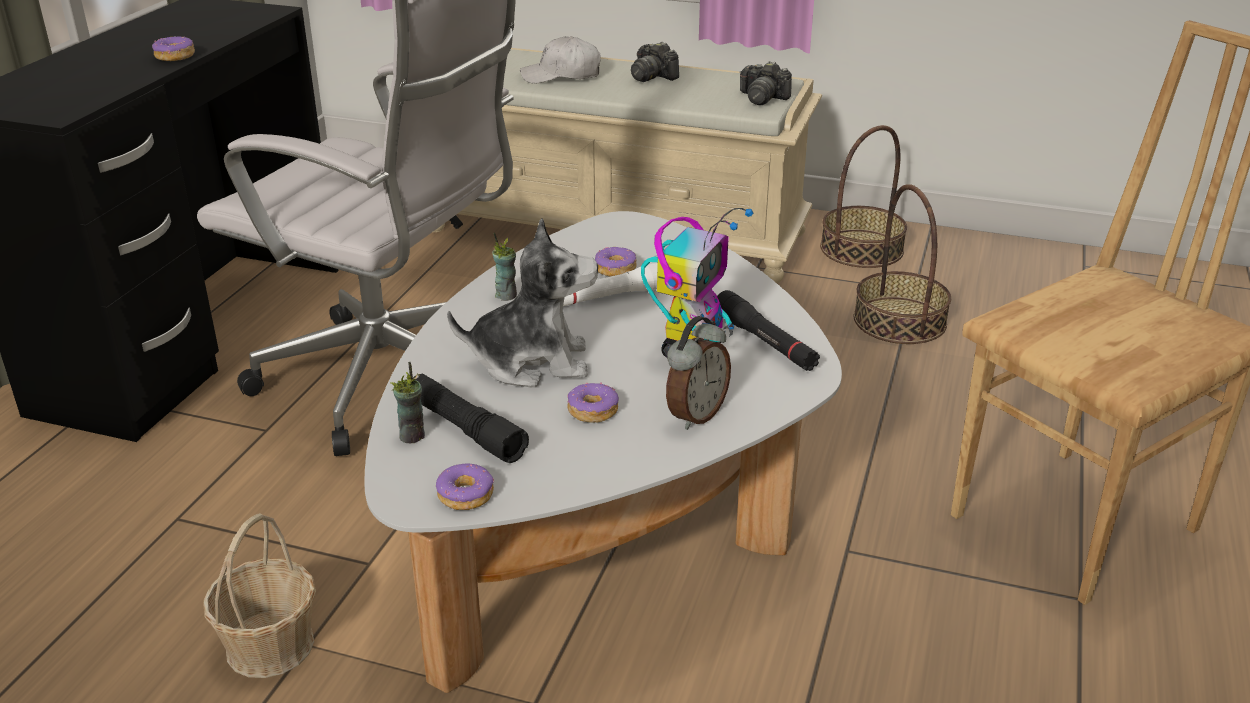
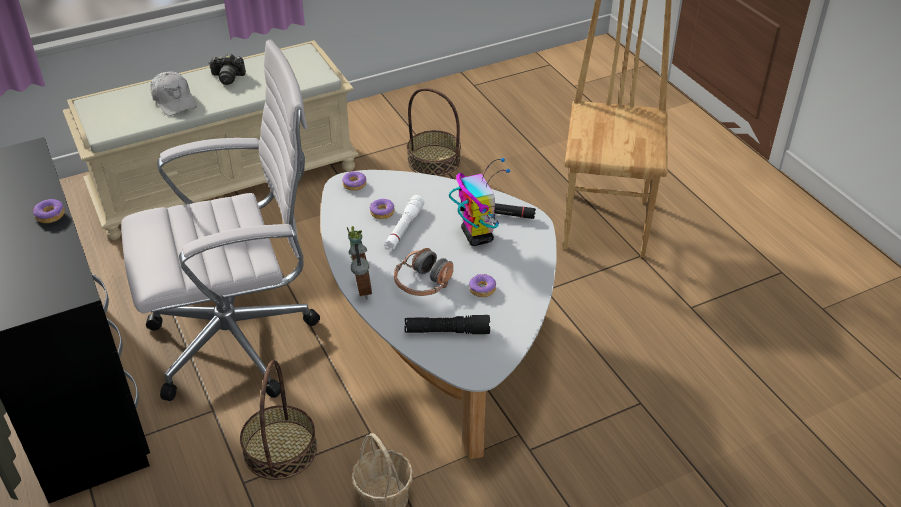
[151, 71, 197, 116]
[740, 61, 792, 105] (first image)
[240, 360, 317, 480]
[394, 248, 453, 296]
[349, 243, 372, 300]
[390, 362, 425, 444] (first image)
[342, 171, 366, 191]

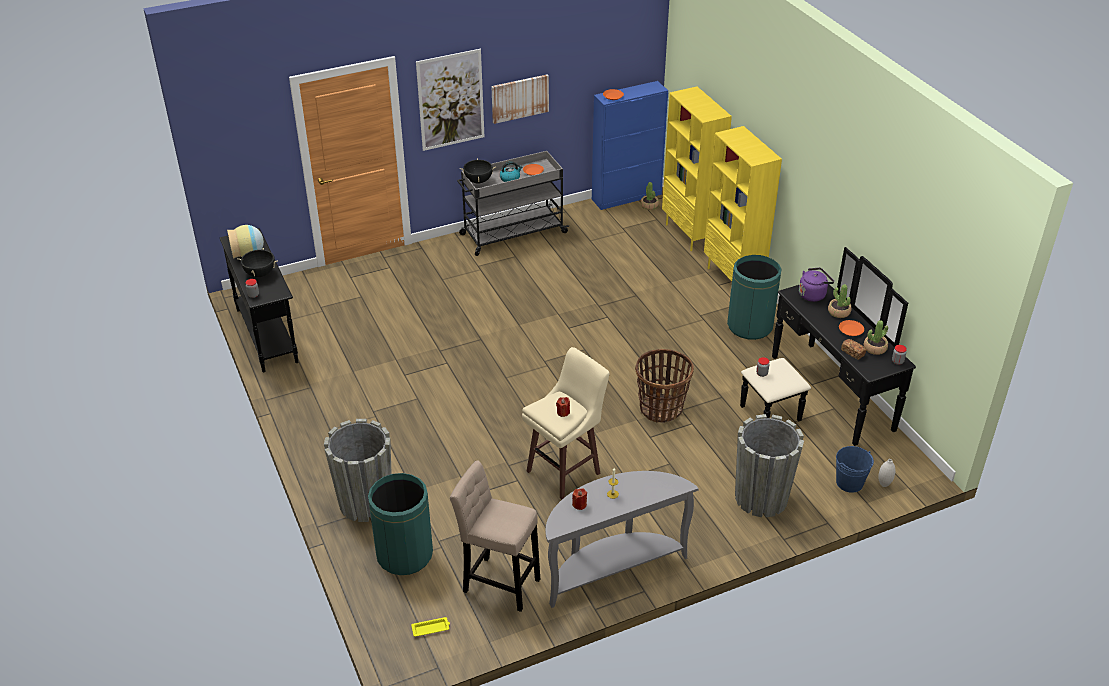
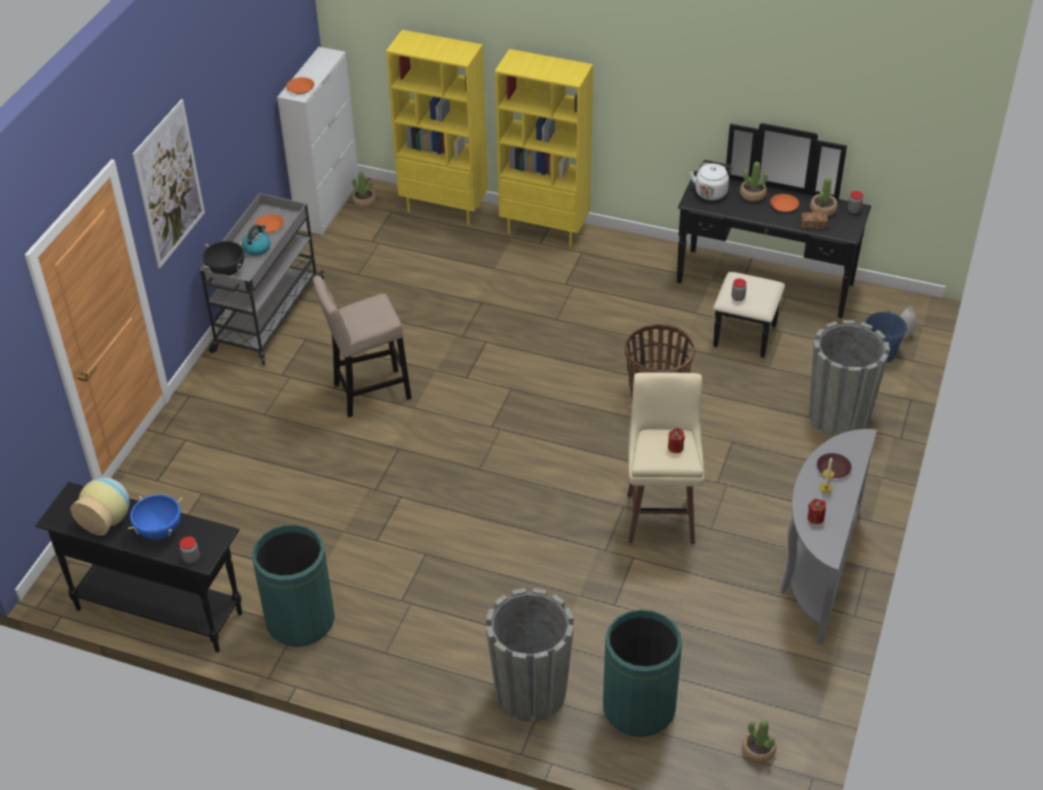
[491, 74, 549, 124] (first image)
[277, 47, 358, 235]
[128, 494, 182, 539]
[252, 525, 335, 647]
[690, 160, 733, 200]
[313, 276, 412, 417]
[742, 720, 776, 763]
[817, 453, 852, 478]

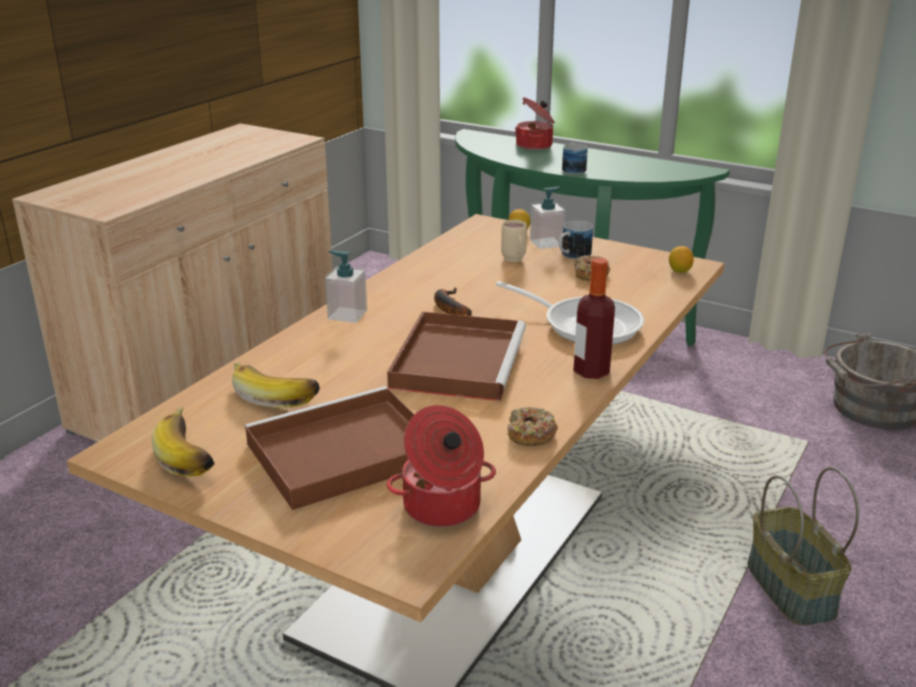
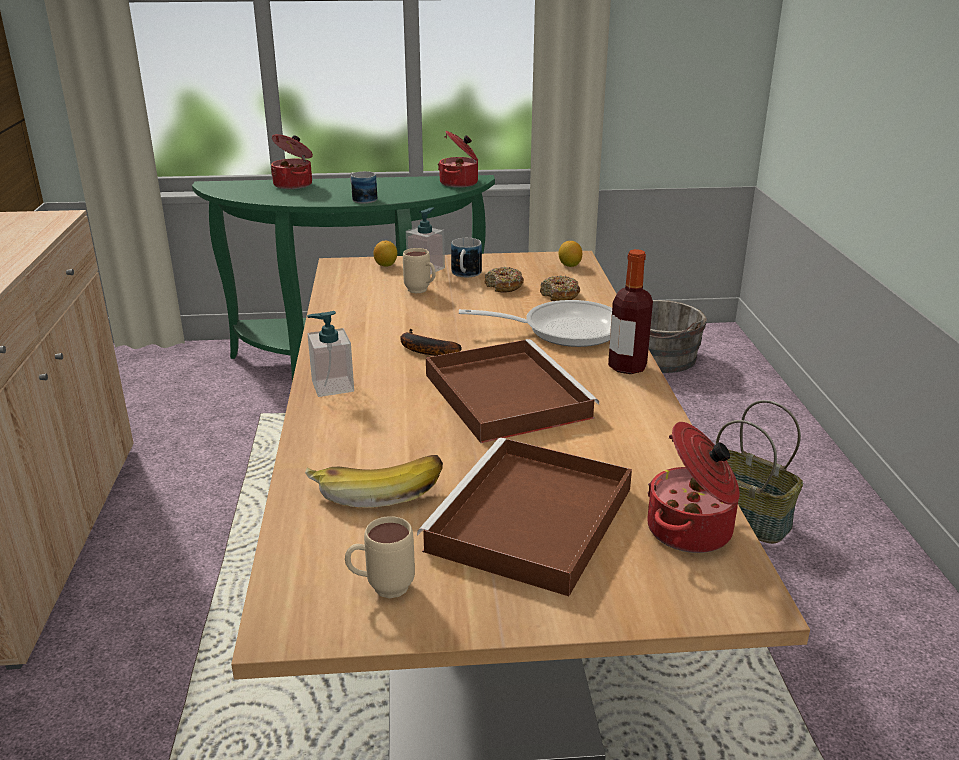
[345, 516, 415, 598]
[540, 275, 580, 301]
[438, 131, 478, 188]

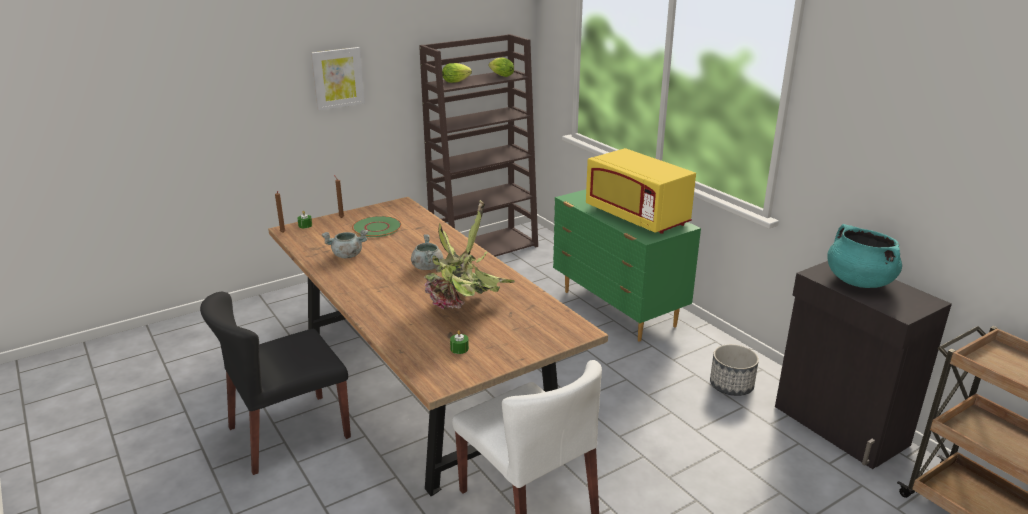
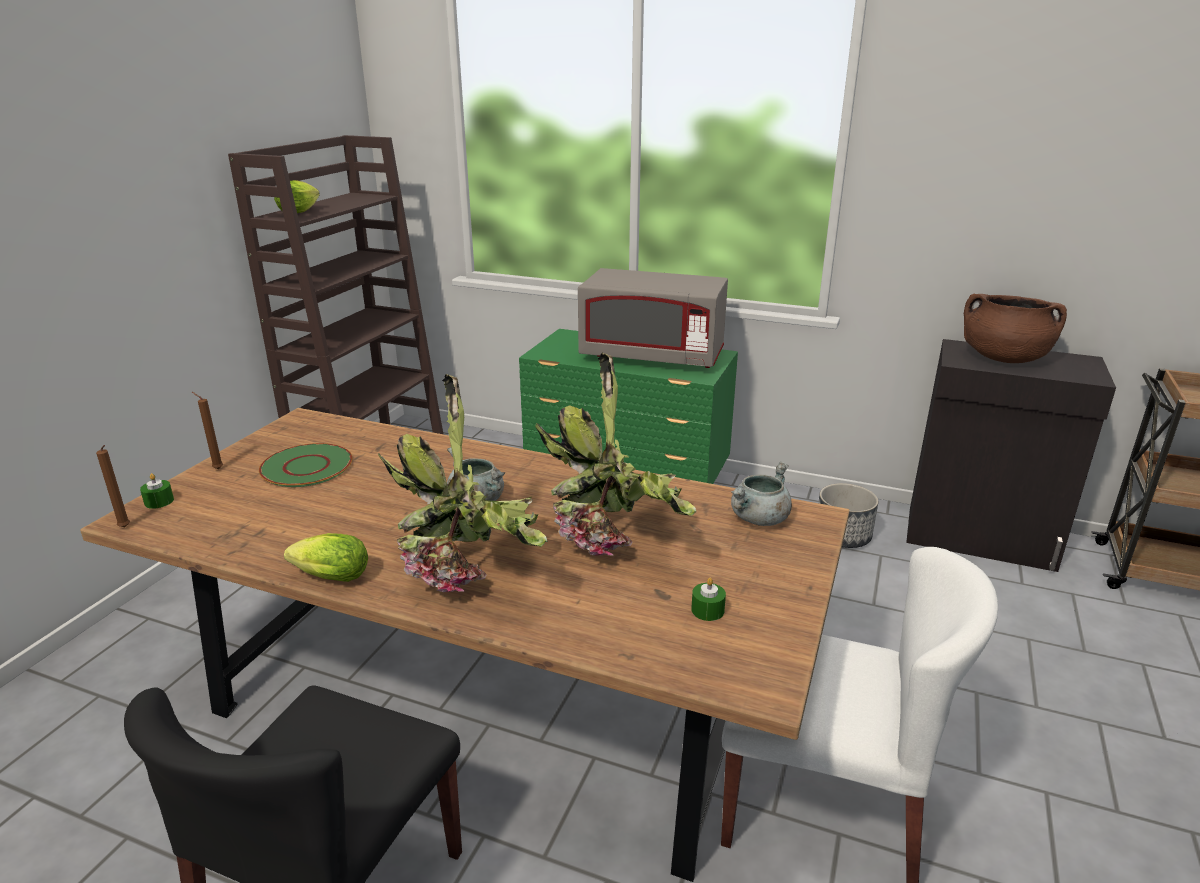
[311, 47, 365, 111] (first image)
[284, 533, 368, 582]
[578, 268, 728, 368]
[964, 294, 1067, 363]
[731, 462, 792, 526]
[378, 374, 548, 592]

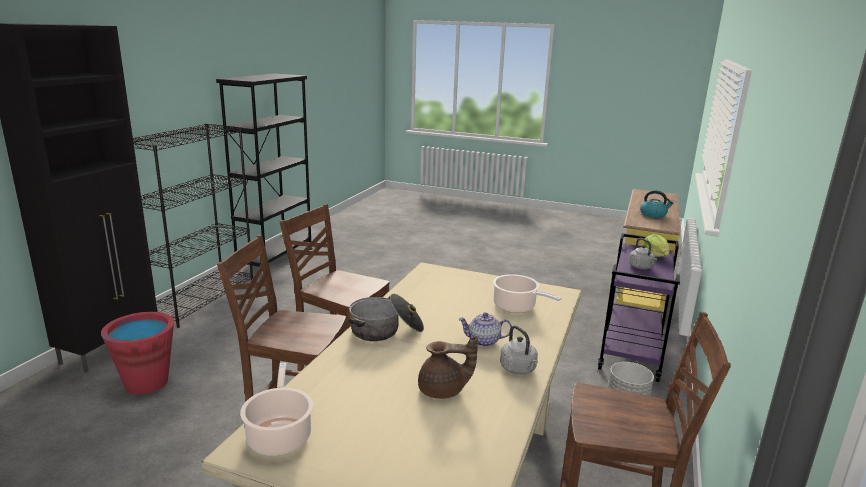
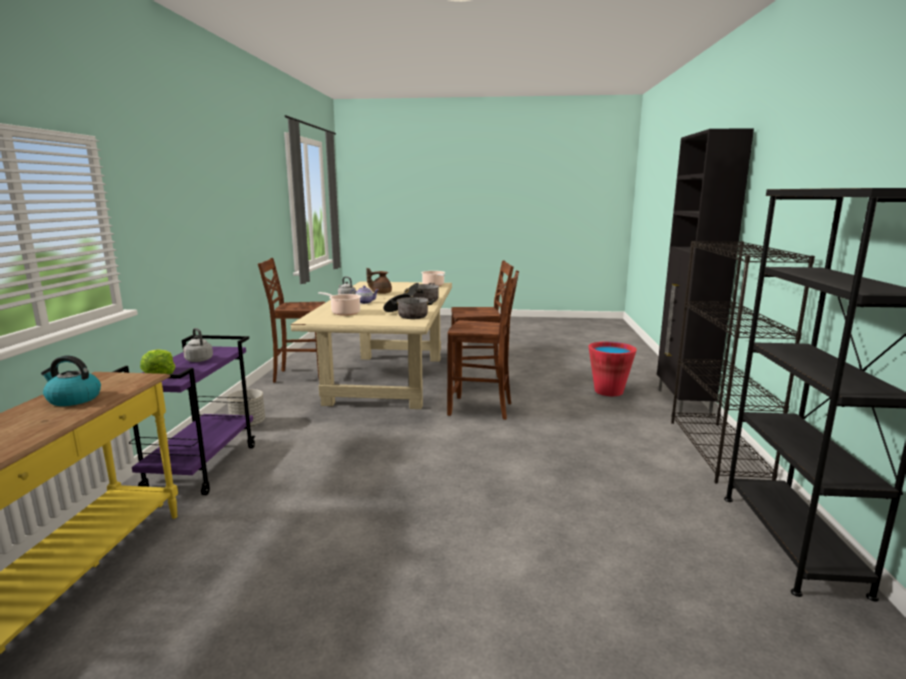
[383, 294, 435, 319]

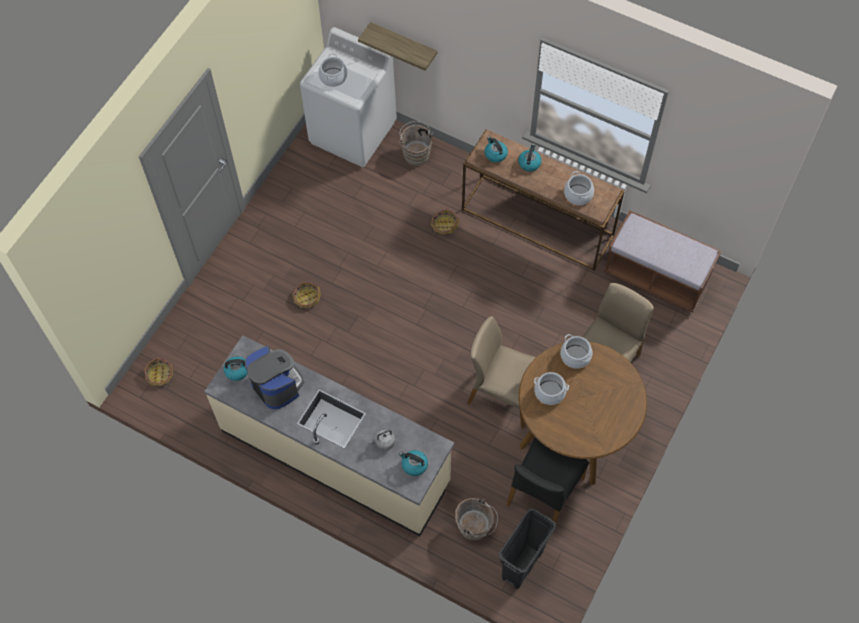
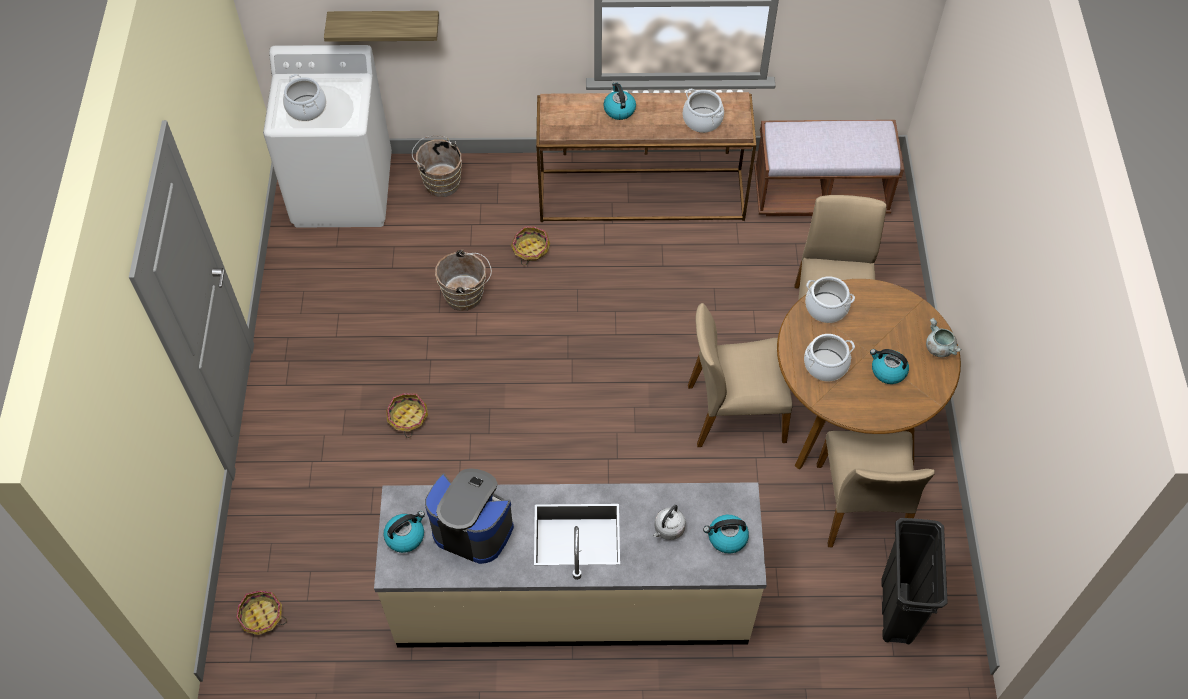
[870, 349, 909, 384]
[817, 431, 935, 547]
[435, 249, 492, 311]
[926, 318, 962, 358]

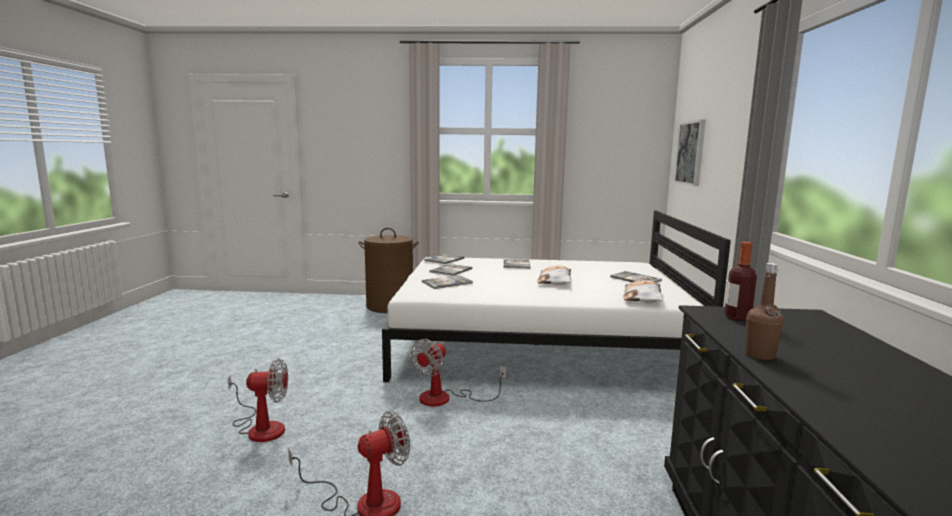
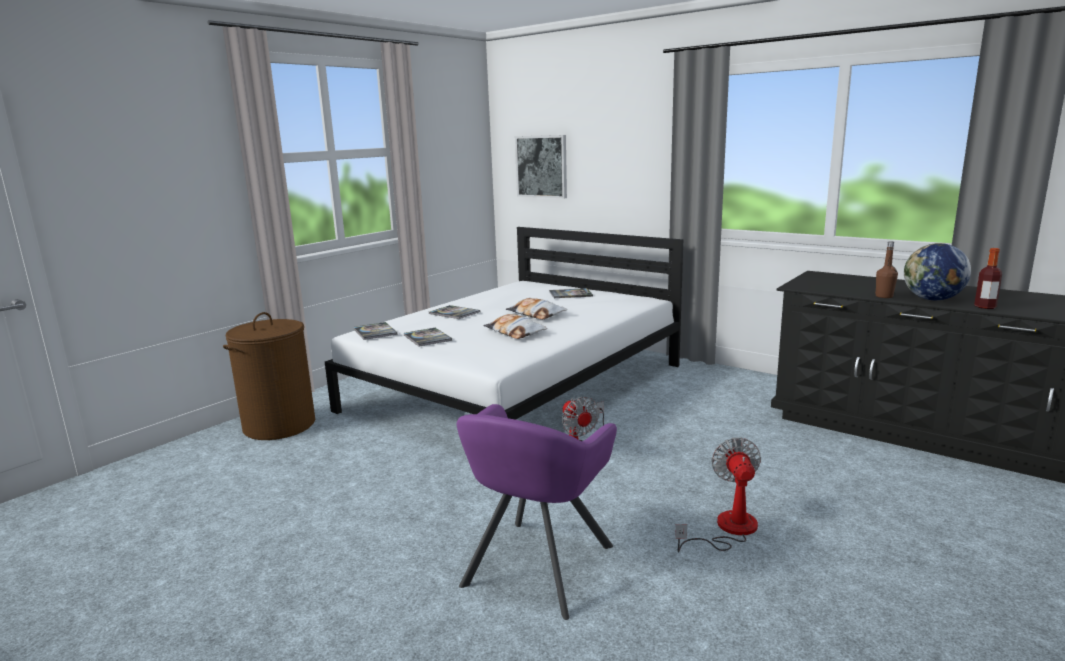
[974, 248, 1002, 309]
[422, 275, 473, 289] (first image)
[483, 314, 547, 339]
[457, 404, 617, 620]
[904, 243, 971, 300]

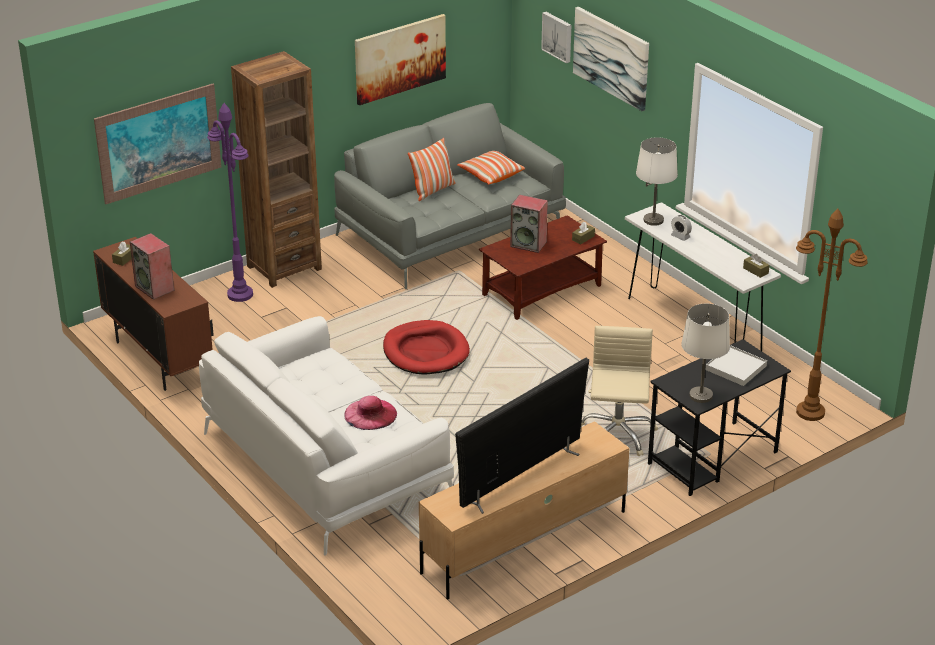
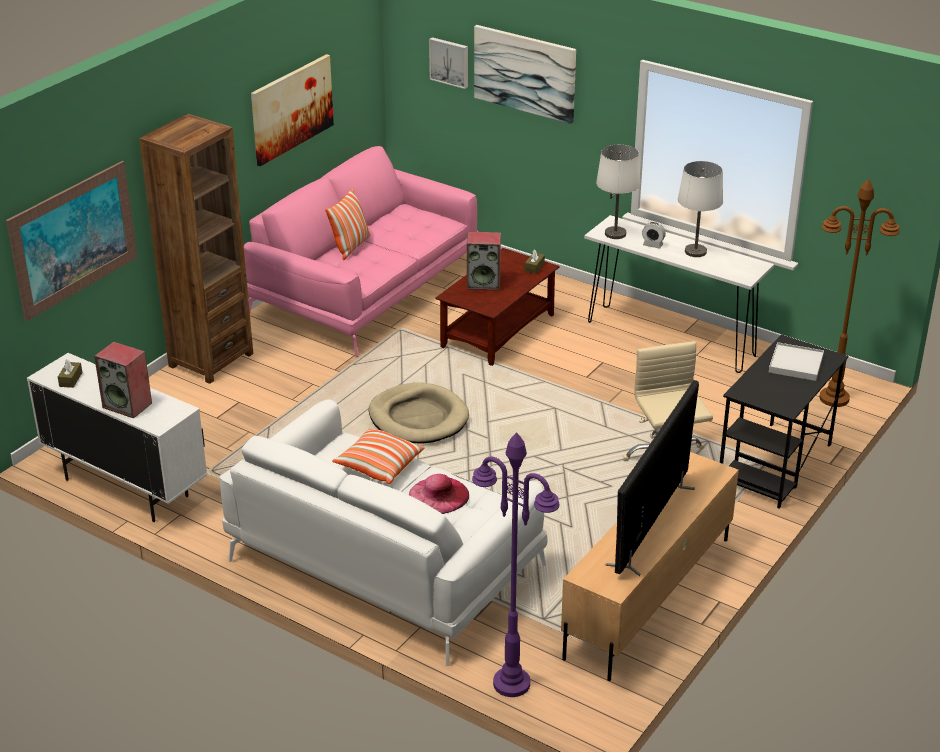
[472, 432, 560, 697]
[244, 146, 479, 357]
[332, 428, 424, 484]
[27, 353, 207, 522]
[743, 254, 770, 278] (first image)
[678, 161, 723, 257]
[369, 383, 469, 444]

